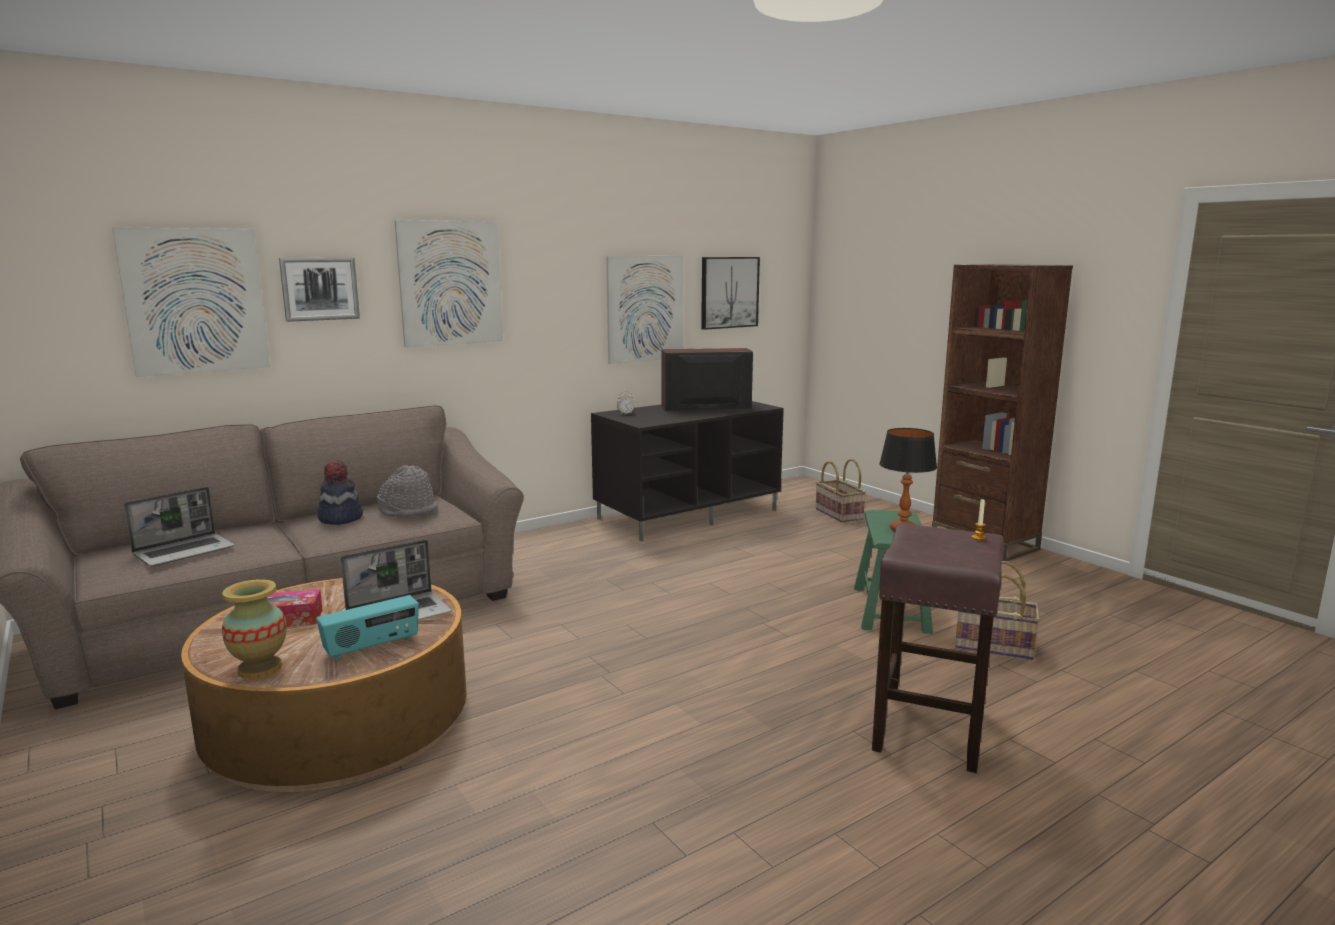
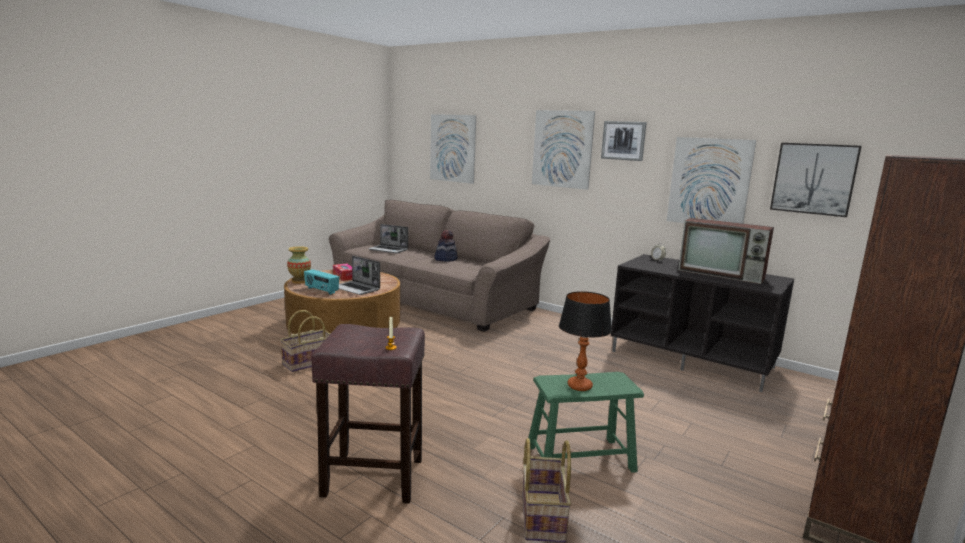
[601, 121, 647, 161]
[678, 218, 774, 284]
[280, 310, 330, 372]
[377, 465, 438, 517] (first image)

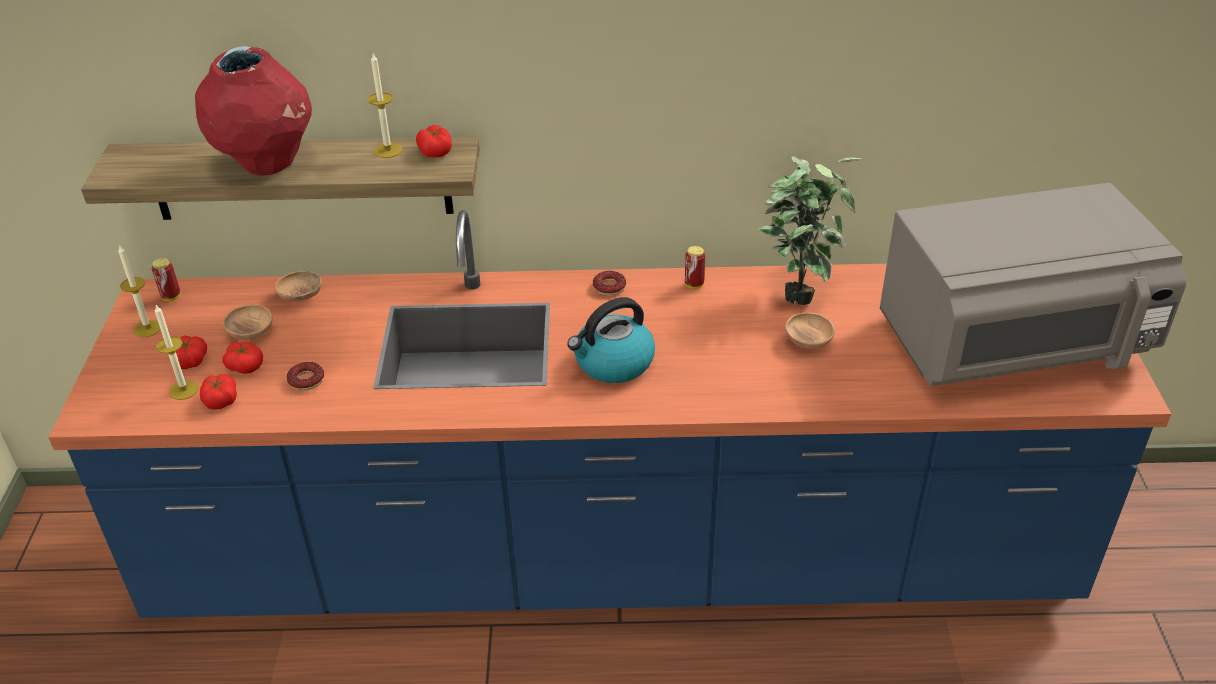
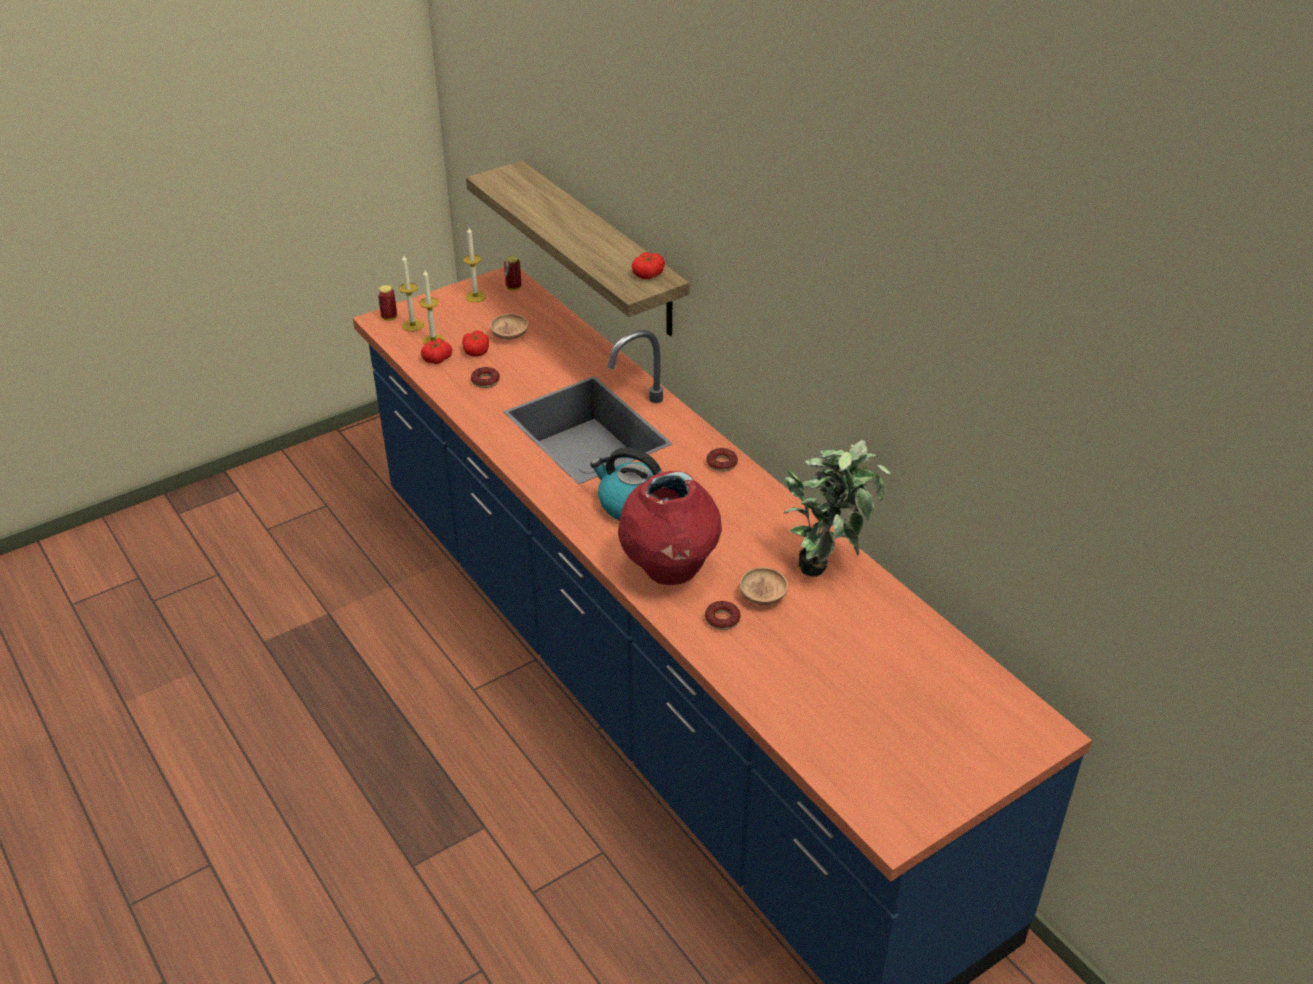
[618, 471, 722, 585]
[399, 255, 424, 332]
[880, 183, 1186, 386] (first image)
[378, 285, 397, 321]
[274, 271, 322, 301] (first image)
[176, 335, 207, 369] (first image)
[705, 601, 741, 630]

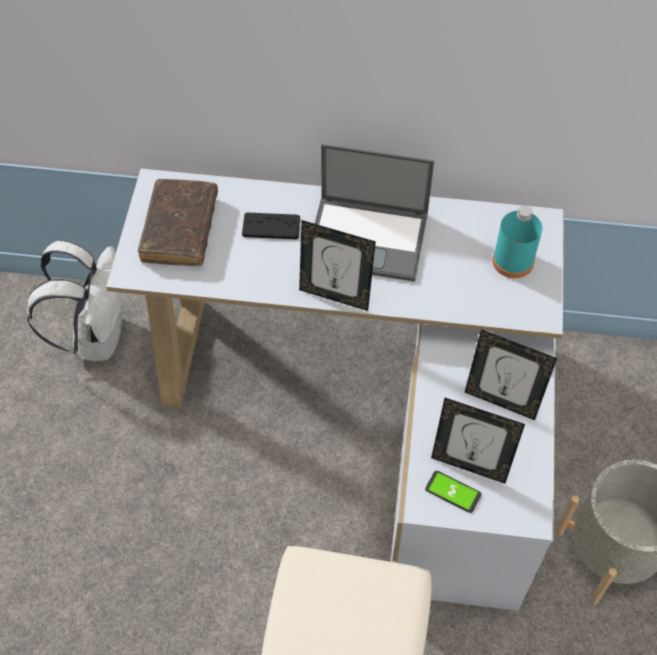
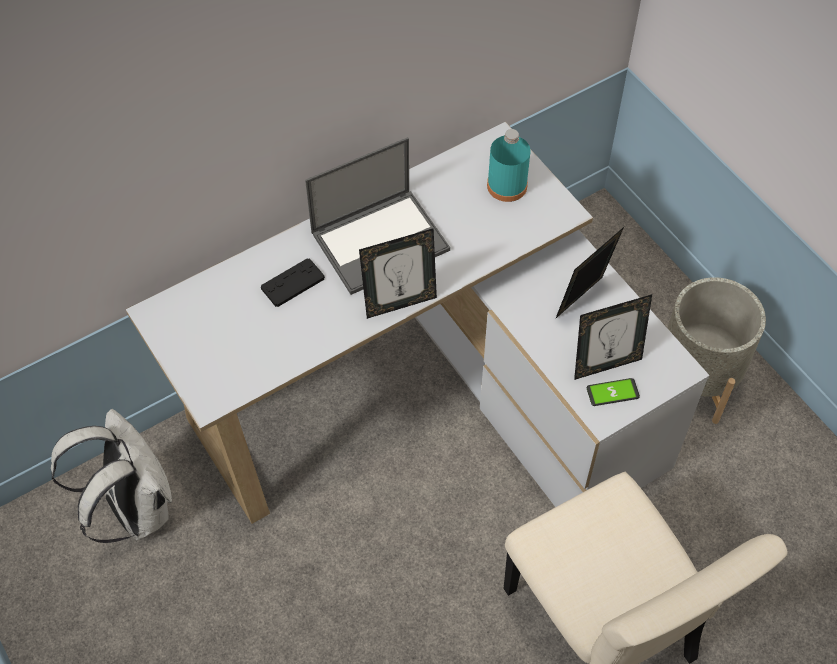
[138, 179, 218, 266] (first image)
[555, 227, 624, 319]

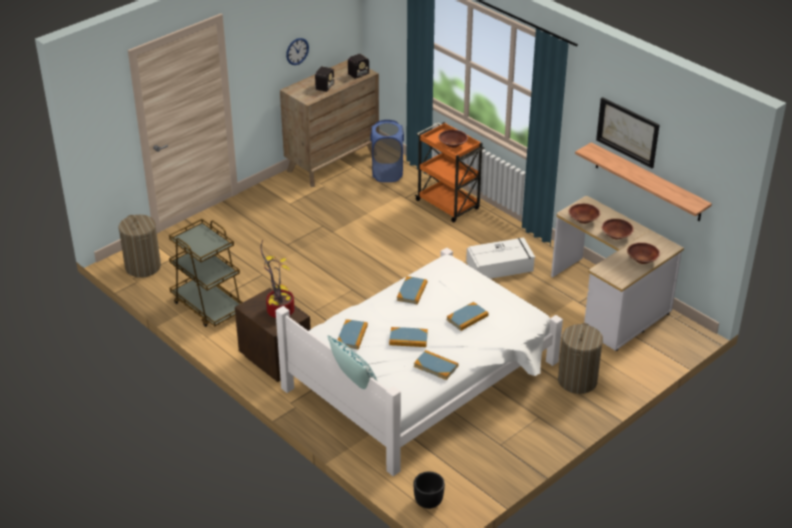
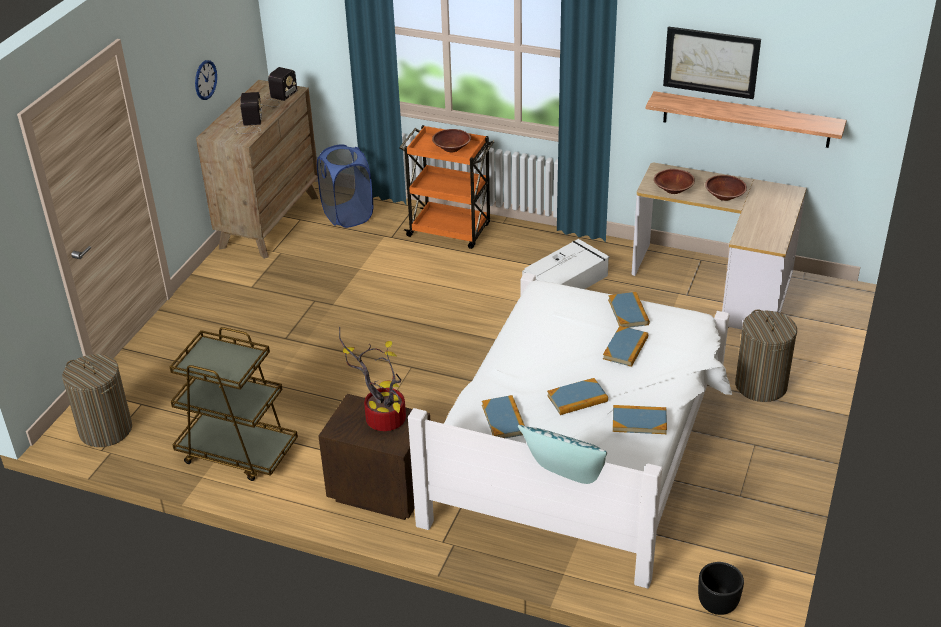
[627, 242, 660, 264] (first image)
[608, 292, 650, 328]

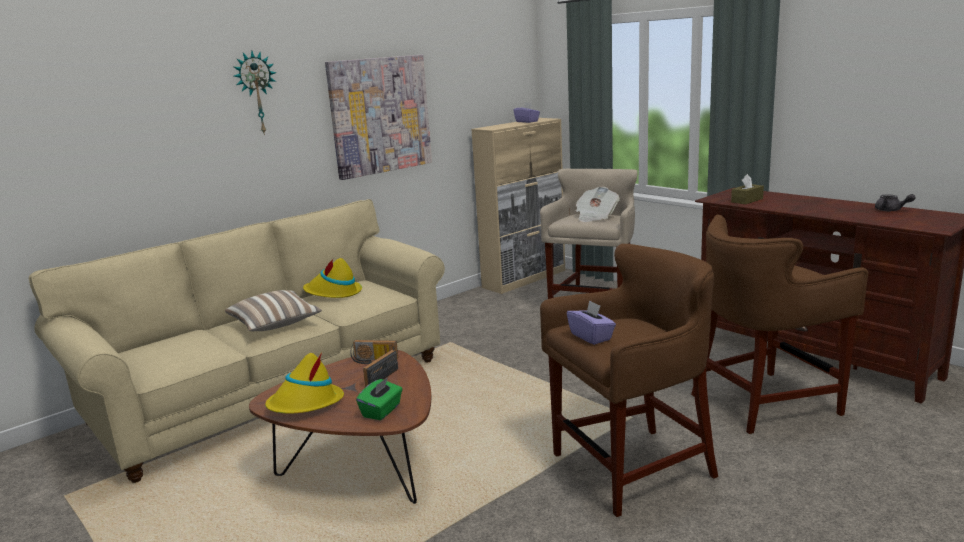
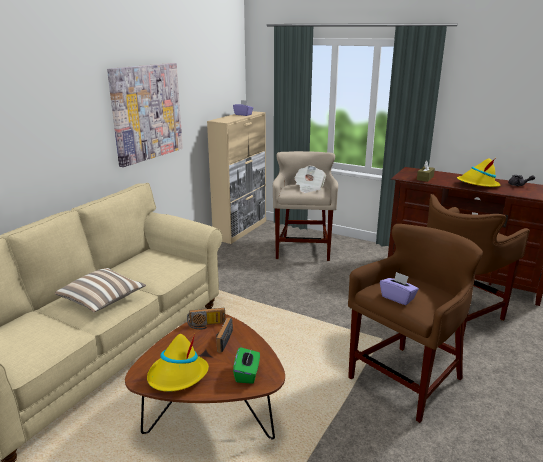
[234, 51, 277, 135] (first image)
[457, 158, 500, 187]

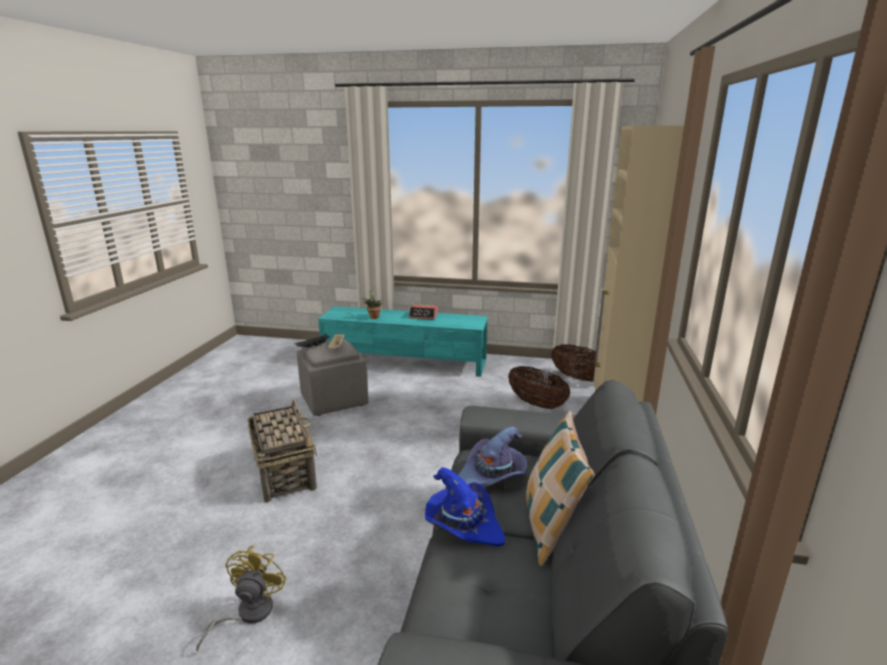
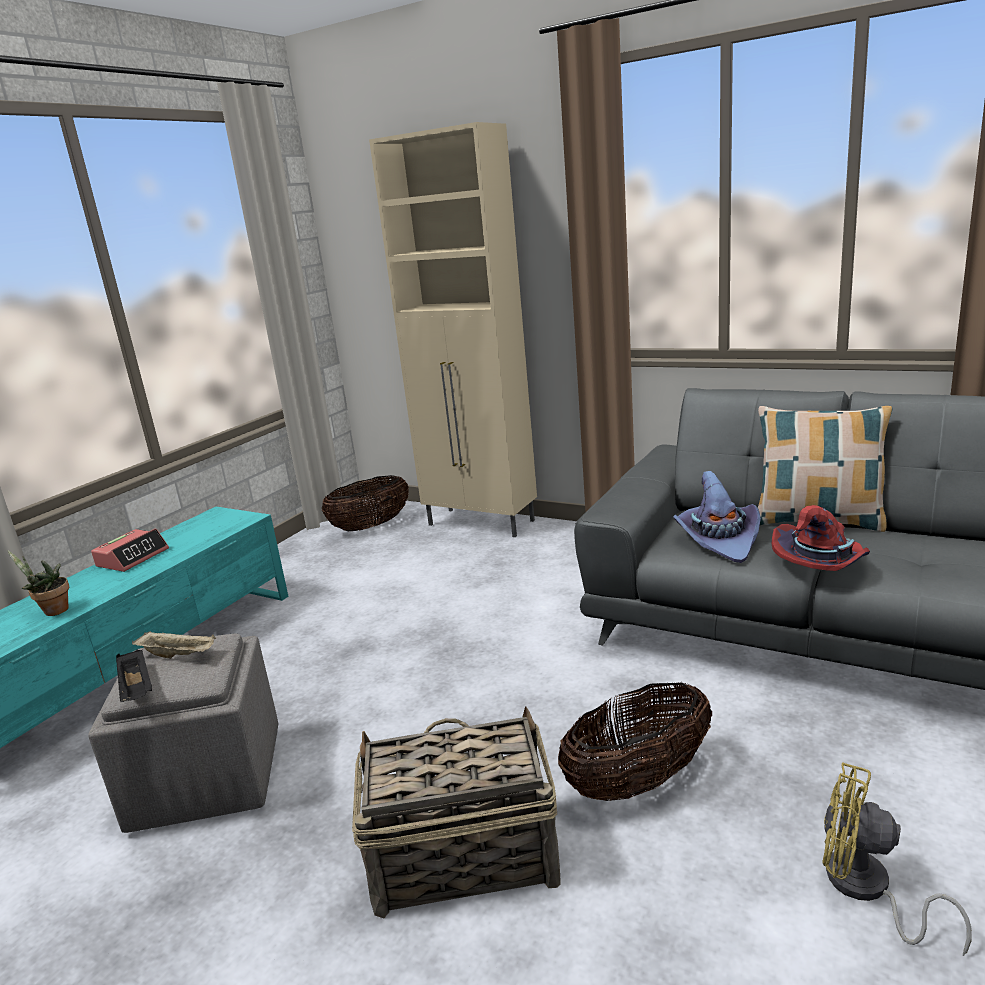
[558, 683, 712, 801]
[772, 505, 870, 571]

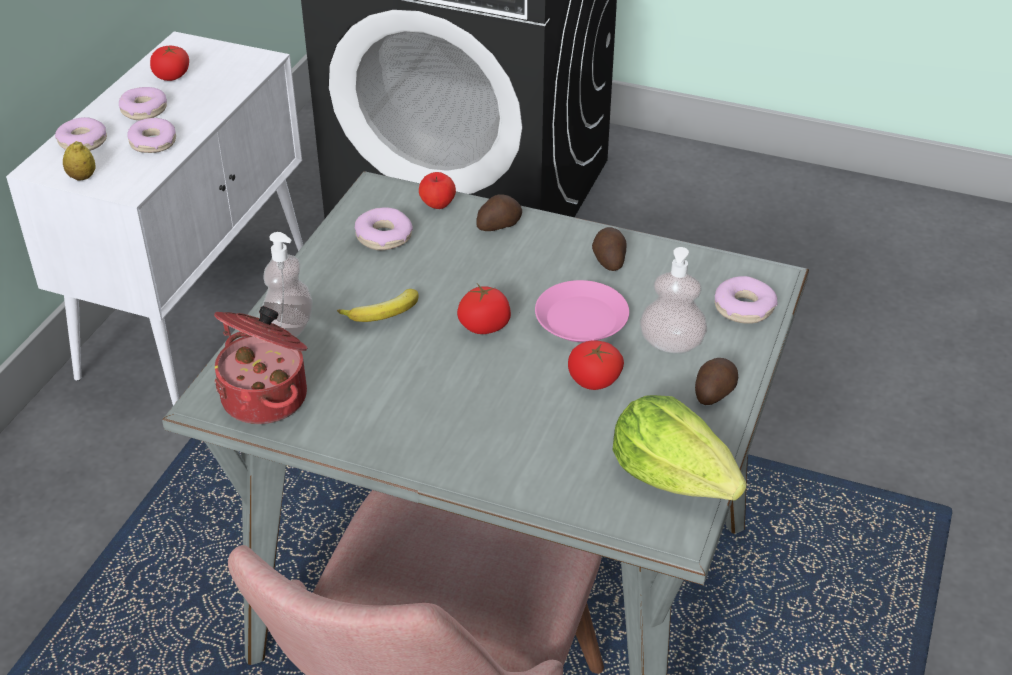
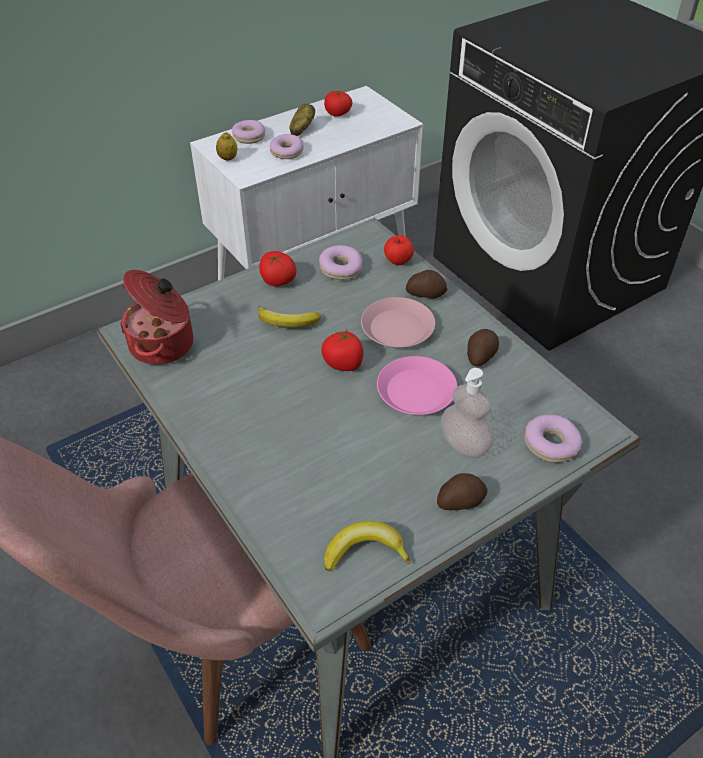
[289, 104, 315, 136]
[262, 232, 313, 337] (first image)
[259, 251, 297, 286]
[324, 521, 411, 571]
[361, 297, 435, 348]

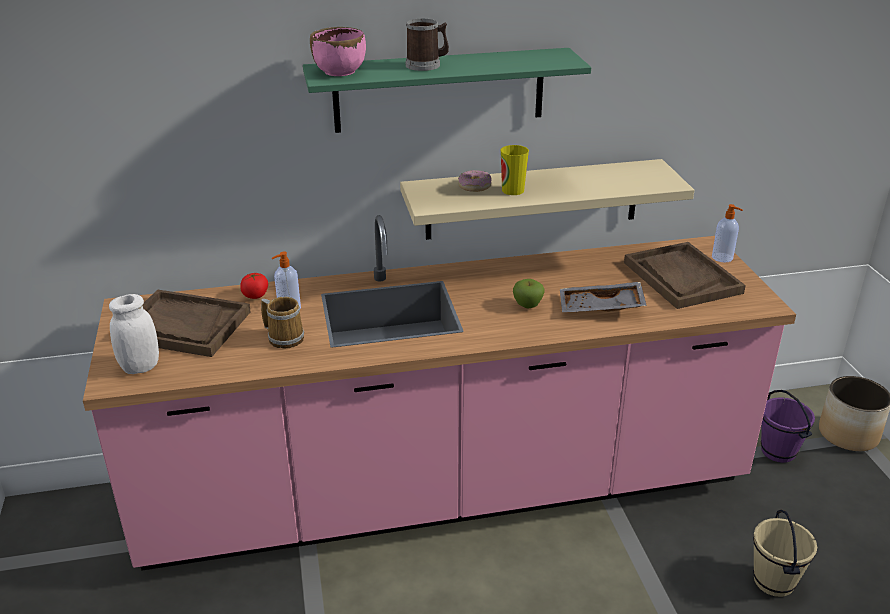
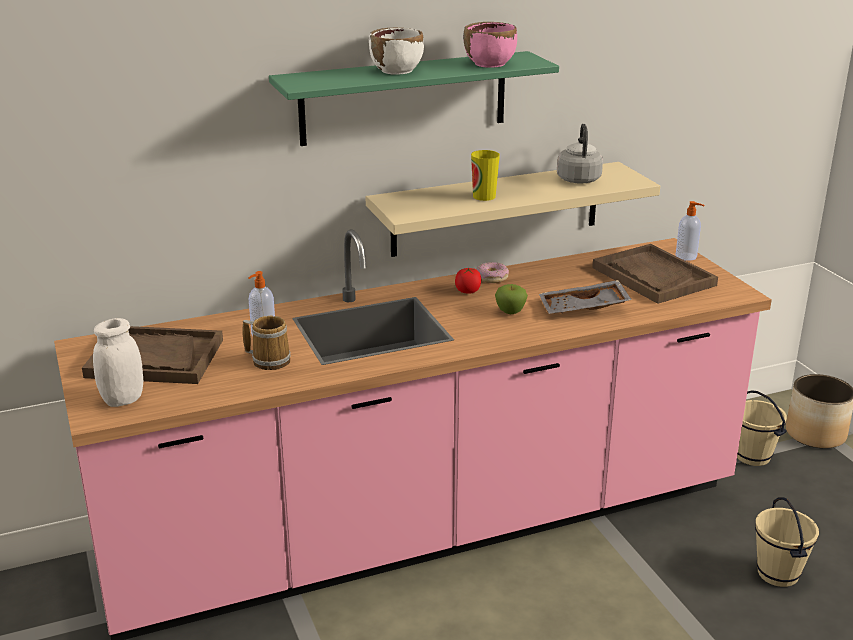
[369, 28, 424, 75]
[463, 22, 517, 68]
[476, 262, 509, 283]
[455, 268, 481, 294]
[737, 390, 787, 466]
[557, 124, 603, 184]

